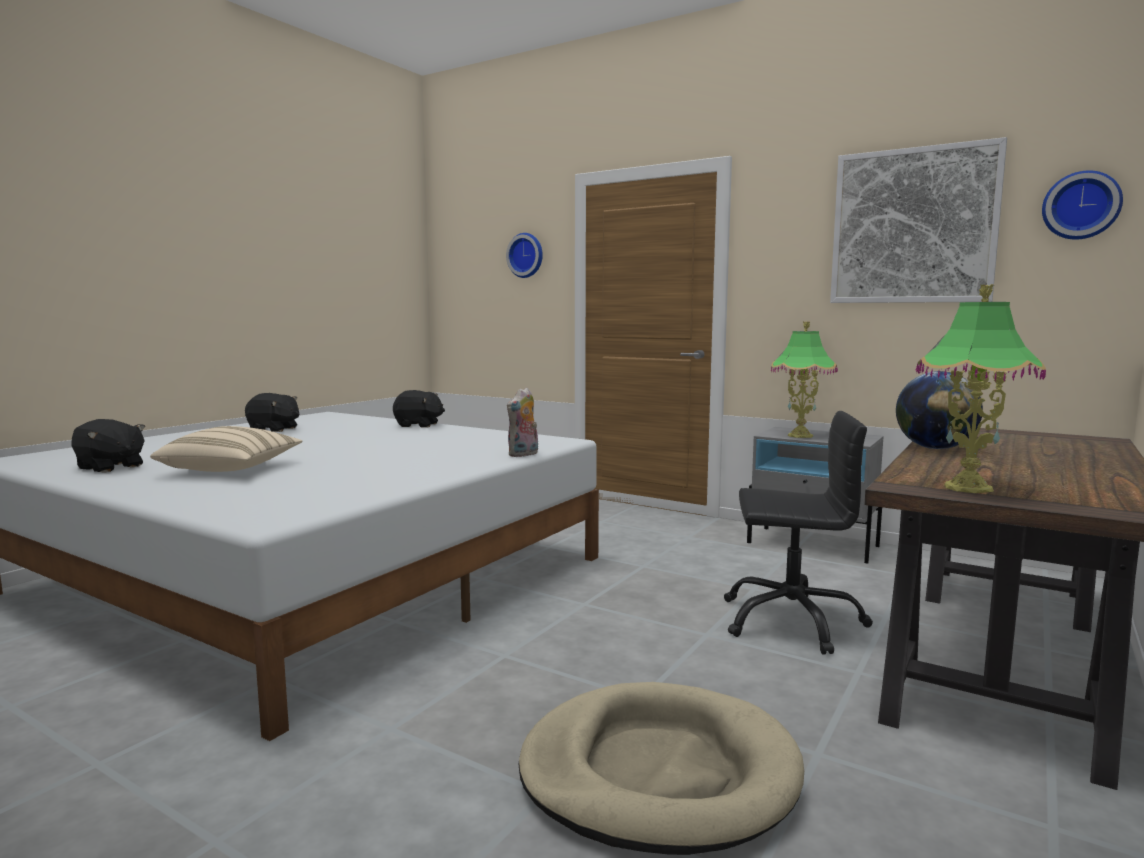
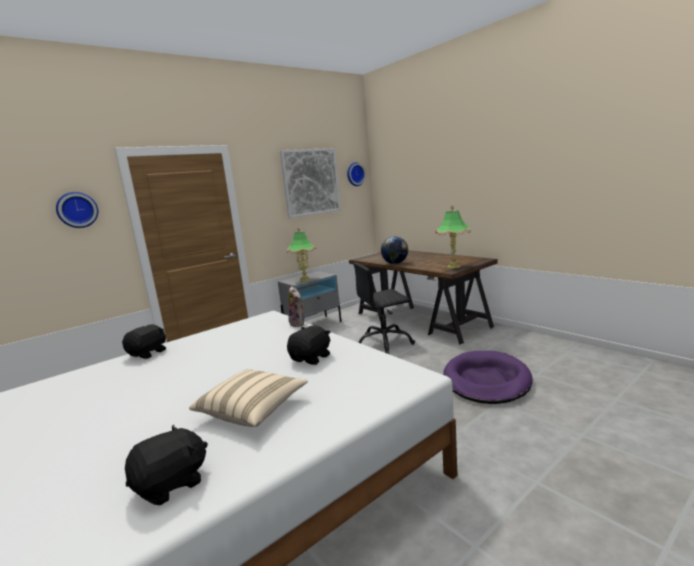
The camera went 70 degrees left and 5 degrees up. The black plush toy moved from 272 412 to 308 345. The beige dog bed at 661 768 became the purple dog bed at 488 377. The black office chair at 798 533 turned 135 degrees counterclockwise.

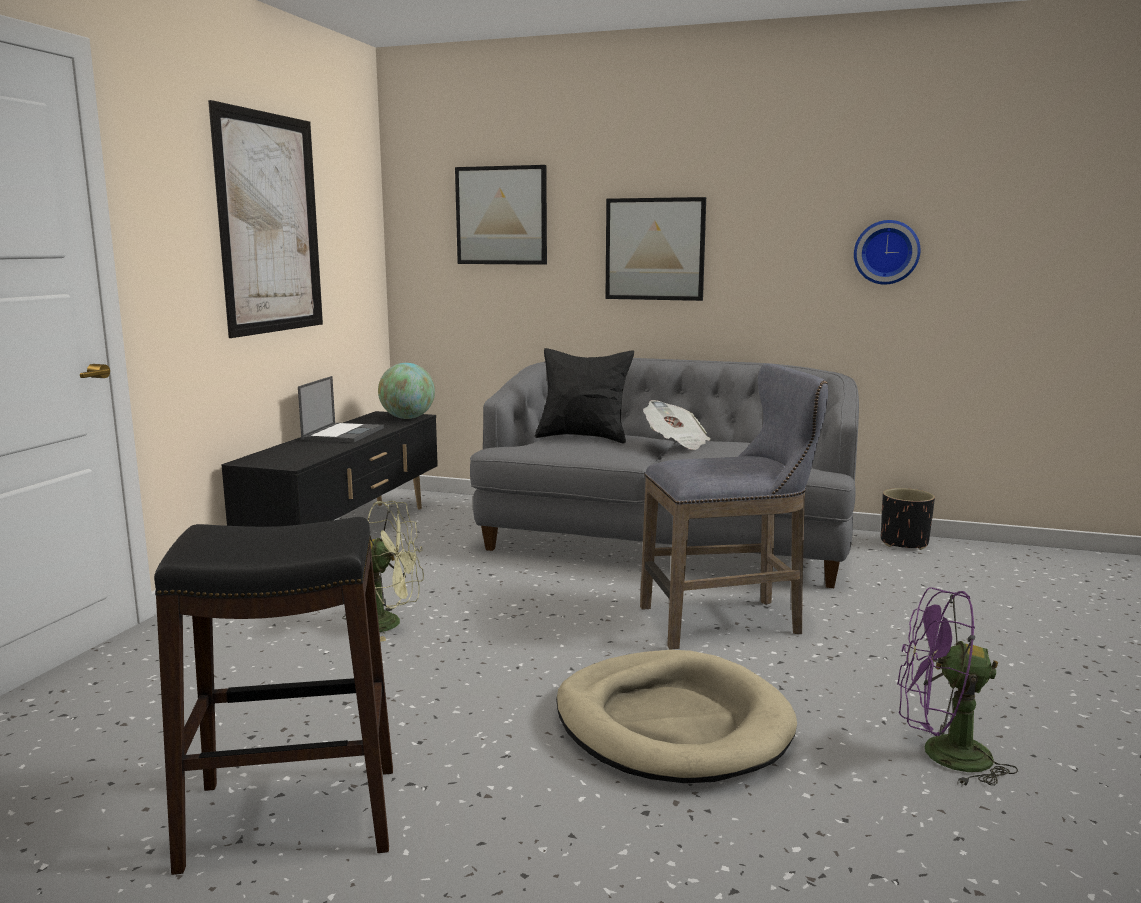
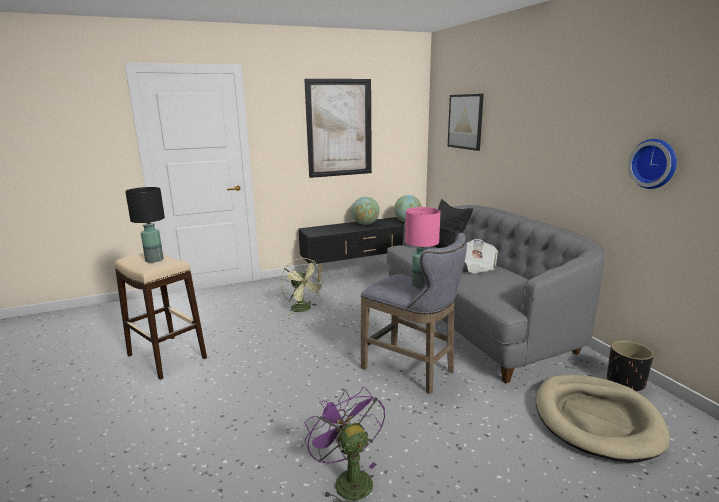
The camera went 50 degrees right and 5 degrees up. The black stool at 273 696 became the beige stool at 160 316. The laptop at 341 409 was replaced by the globe at 366 211. The beige dog bed moved from 676 716 to 603 419. The picture at 655 249 disappeared. The black table lamp at 145 225 appeared. The pink table lamp at 423 247 appeared.

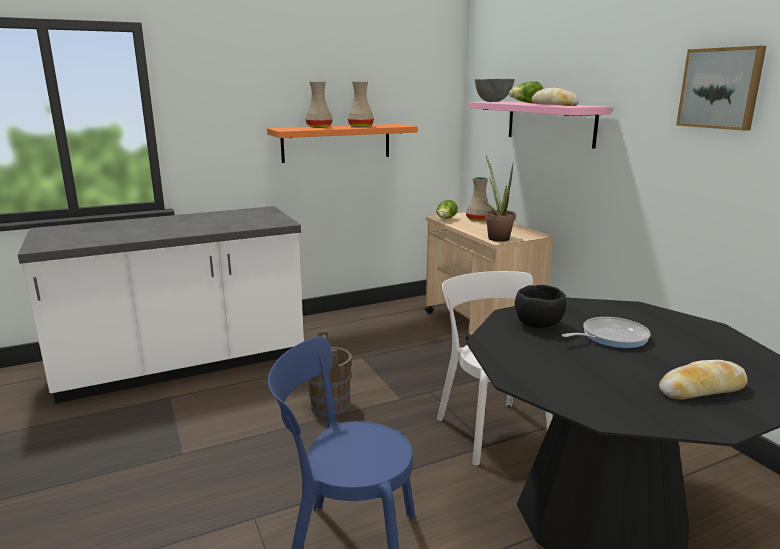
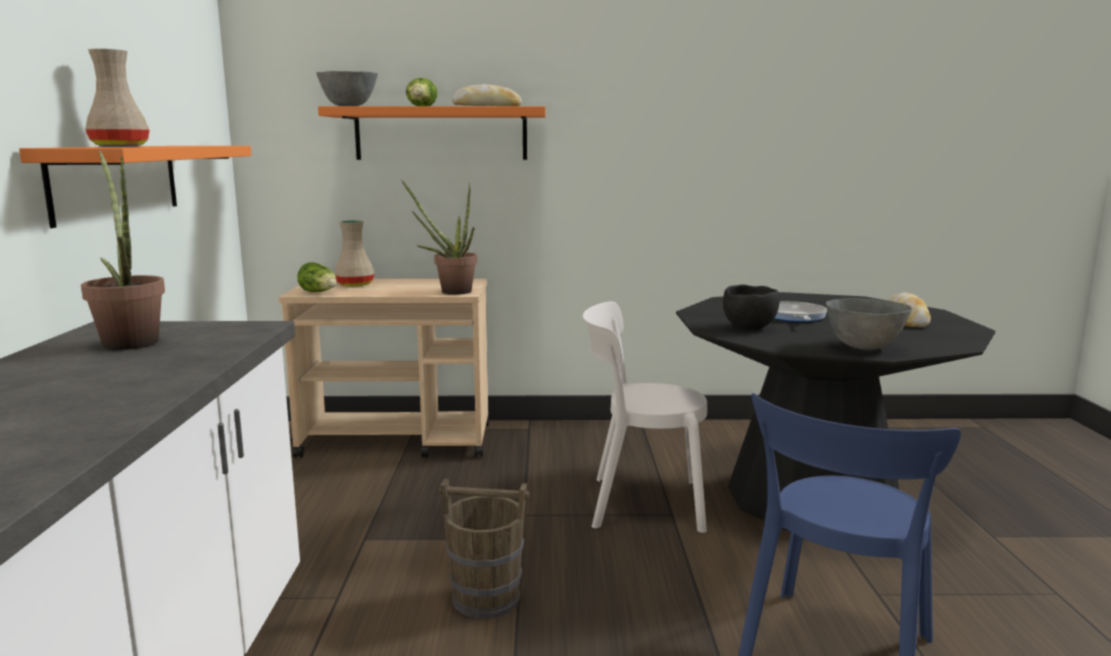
The camera went 65 degrees left and 5 degrees down. The beige vase at 361 104 disappeared. The pink shelf at 540 125 became the orange shelf at 431 133. The picture at 721 88 disappeared. The potted plant at 123 250 appeared. The grey bowl at 869 324 appeared.

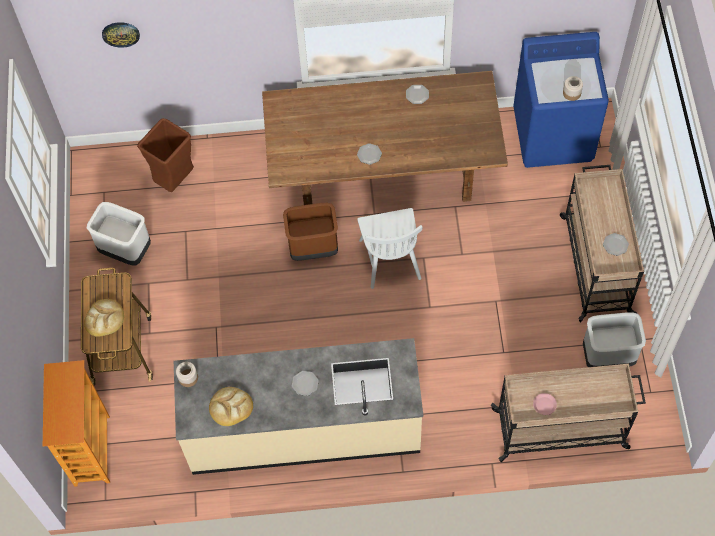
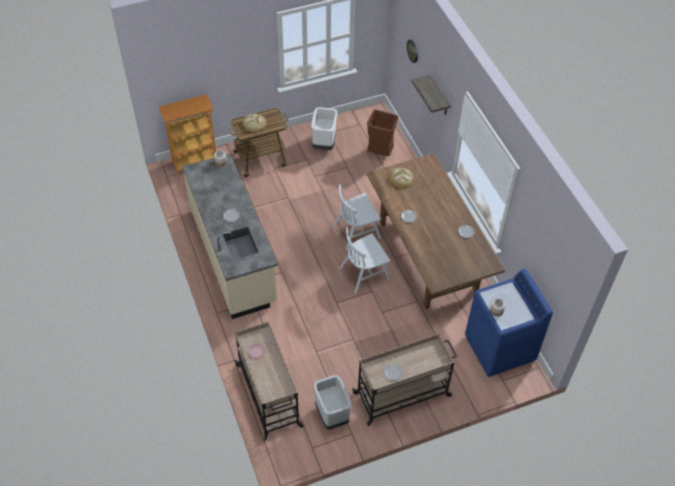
The camera went 70 degrees right and 10 degrees down. The bread moved from 231 406 to 401 178. The brown trash can at 310 232 was replaced by the white chair at 357 217. The shelf at 431 94 appeared.

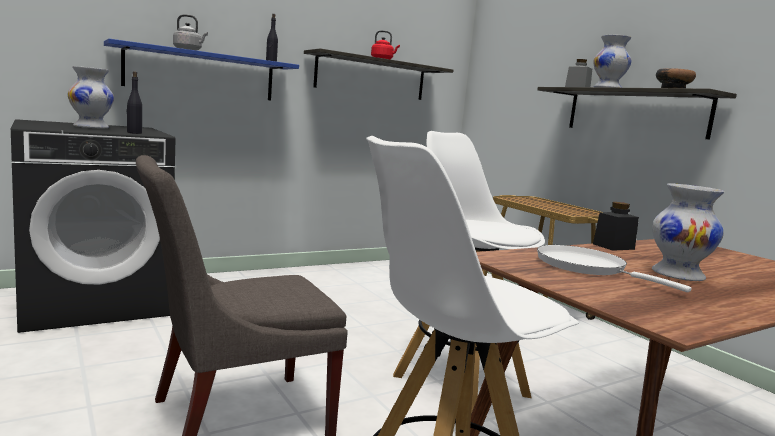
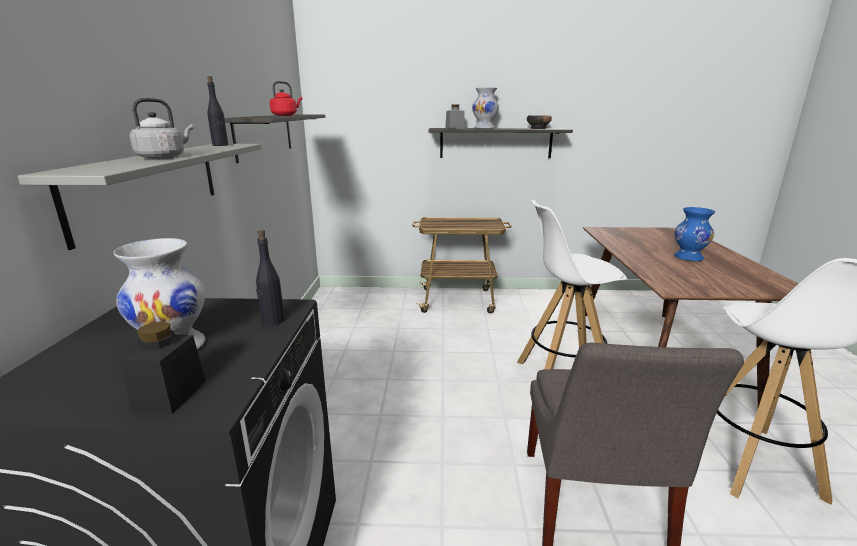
The camera went 55 degrees left and 10 degrees up. The blue shelf at 201 69 became the grey shelf at 140 197. The white frying pan at 614 268 disappeared. The black jar moved from 616 226 to 163 367. The white vase at 688 232 became the blue vase at 694 234.

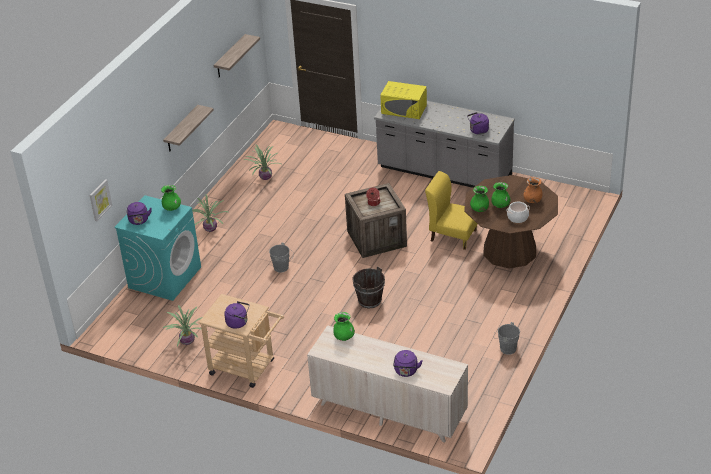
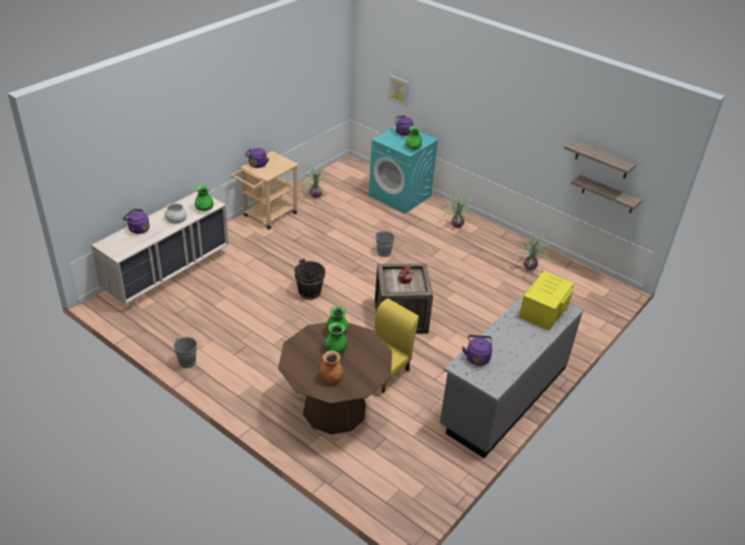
The camera went 100 degrees right and 0 degrees up. The shelf moved from 188 128 to 606 193. The cooking pot moved from 518 212 to 176 213.

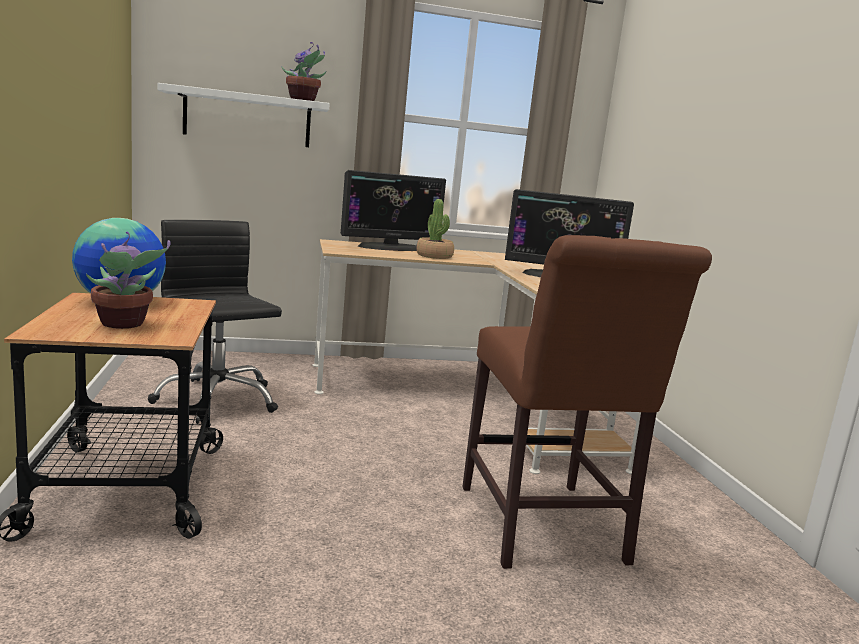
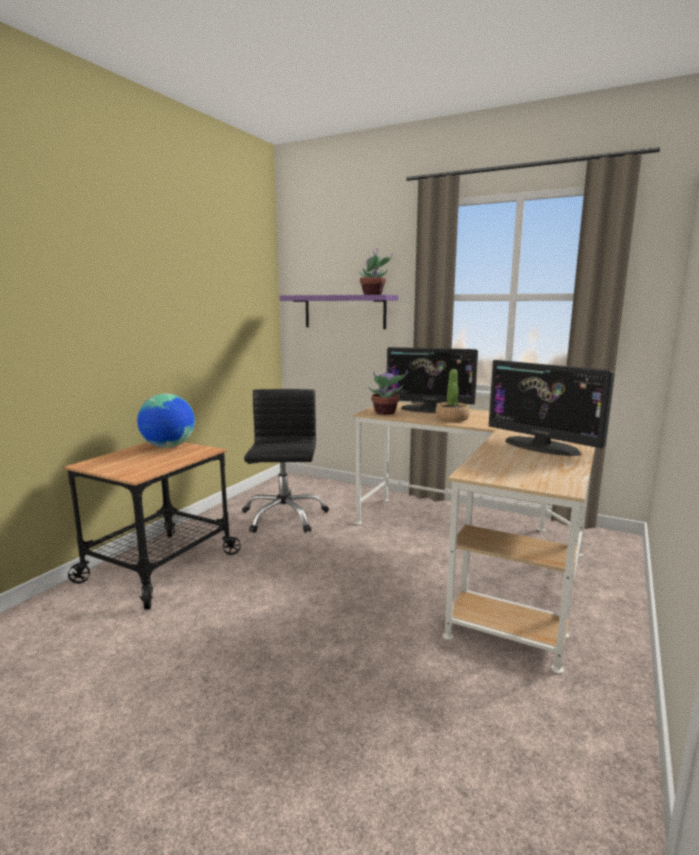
The camera went 40 degrees right and 0 degrees up. The potted plant moved from 128 280 to 388 390. The white shelf at 243 115 became the purple shelf at 338 312. The brown chair at 587 402 disappeared.

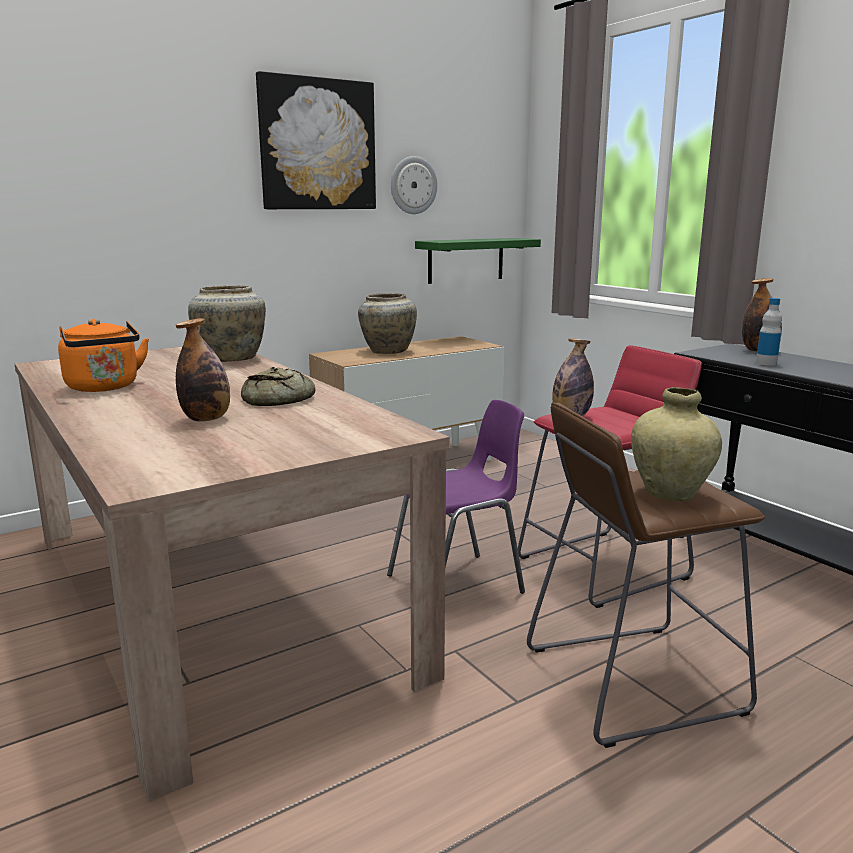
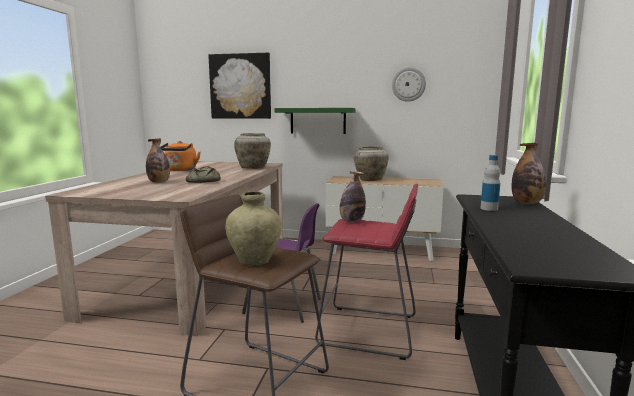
The camera went 45 degrees right and 5 degrees down. The picture moved from 316 140 to 239 86. The green shelf moved from 478 261 to 315 121.

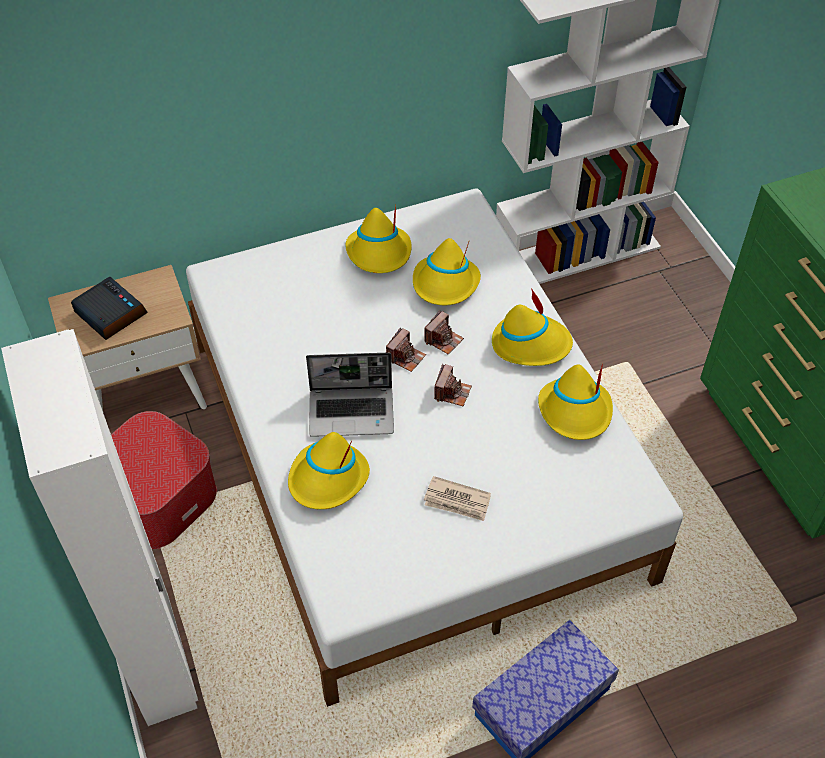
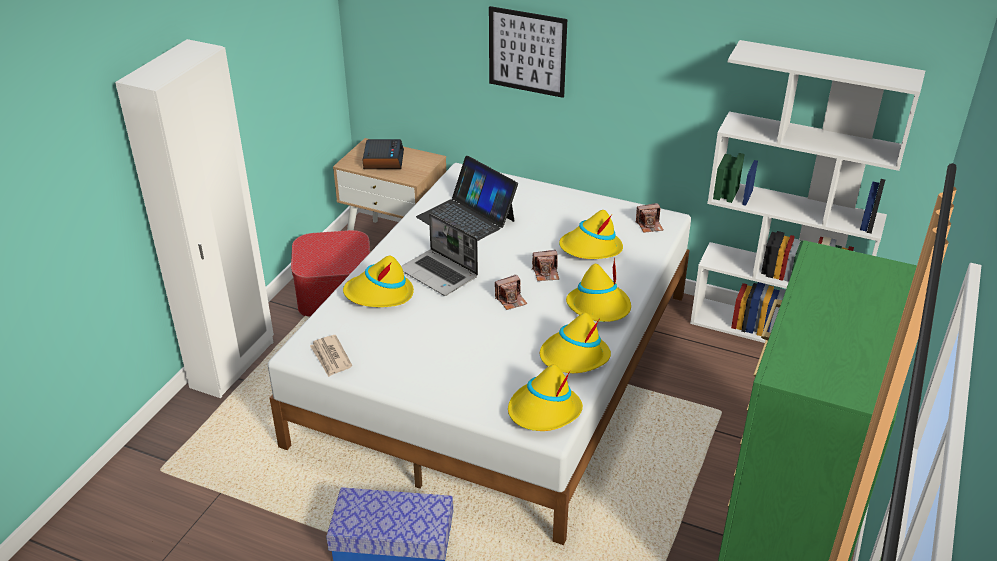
The camera went 45 degrees right and 15 degrees down. The yellow hat moved from 378 239 to 545 397. The photo camera moved from 406 350 to 649 218. The newspaper moved from 457 498 to 331 356. The laptop at 467 198 appeared. The picture at 528 52 appeared.

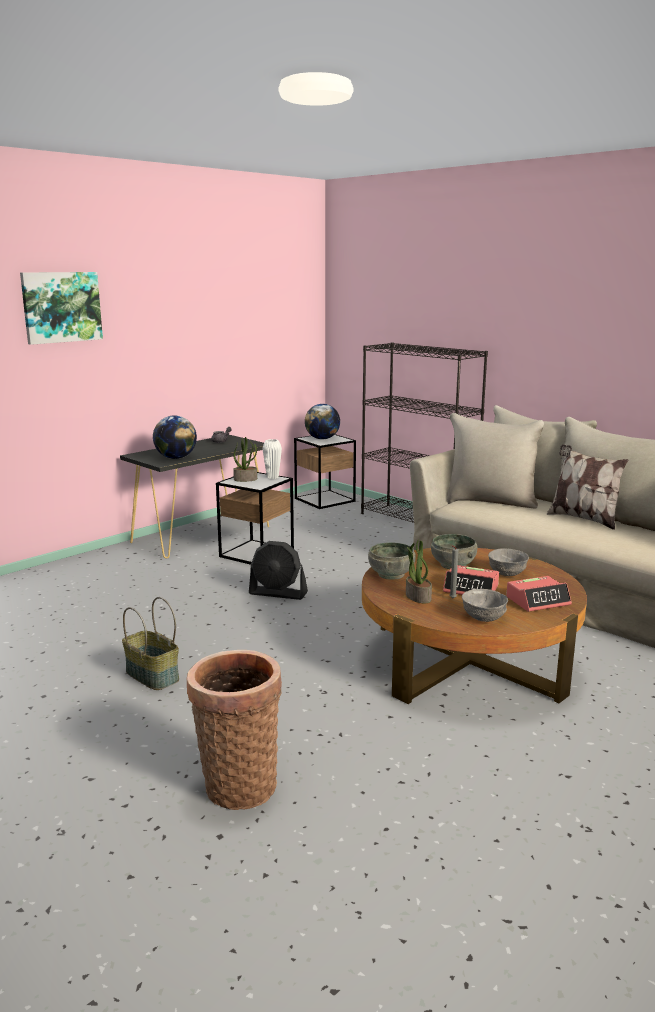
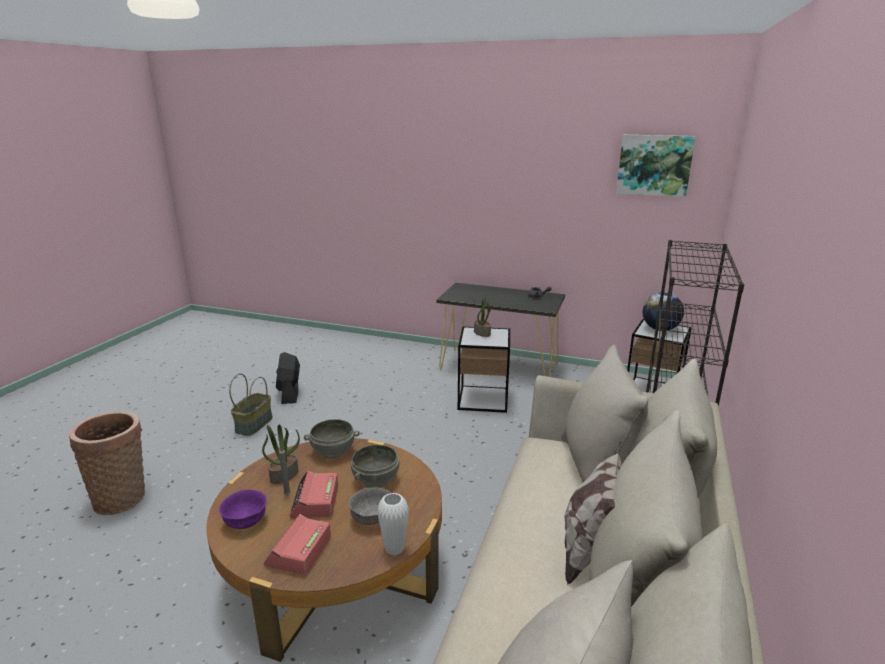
The camera went 65 degrees right and 5 degrees up. The picture moved from 61 308 to 656 166. The globe at 175 437 disappeared. The black fan moved from 278 570 to 288 378. The white vase moved from 272 459 to 393 524. The grey bowl at 485 605 became the purple bowl at 243 509. The alarm clock at 539 594 turned 60 degrees clockwise.

